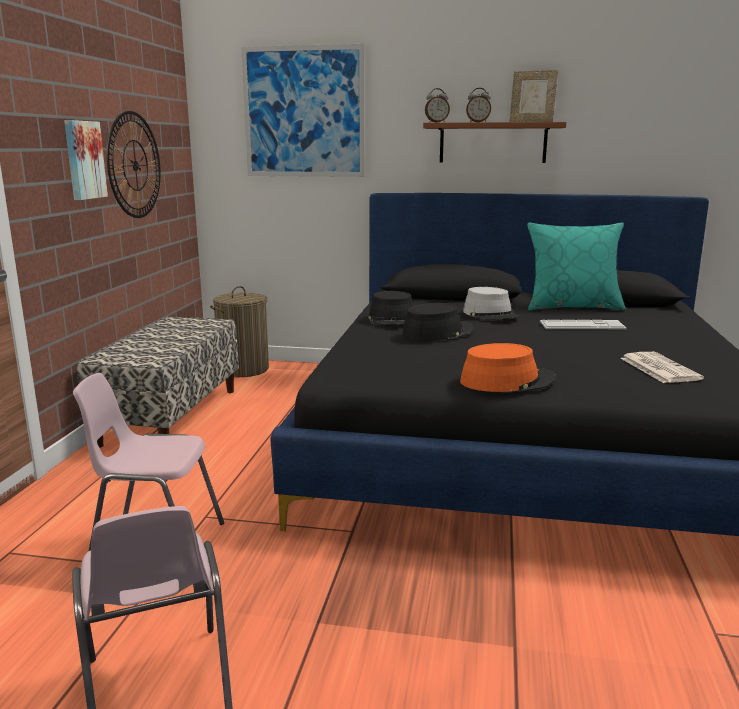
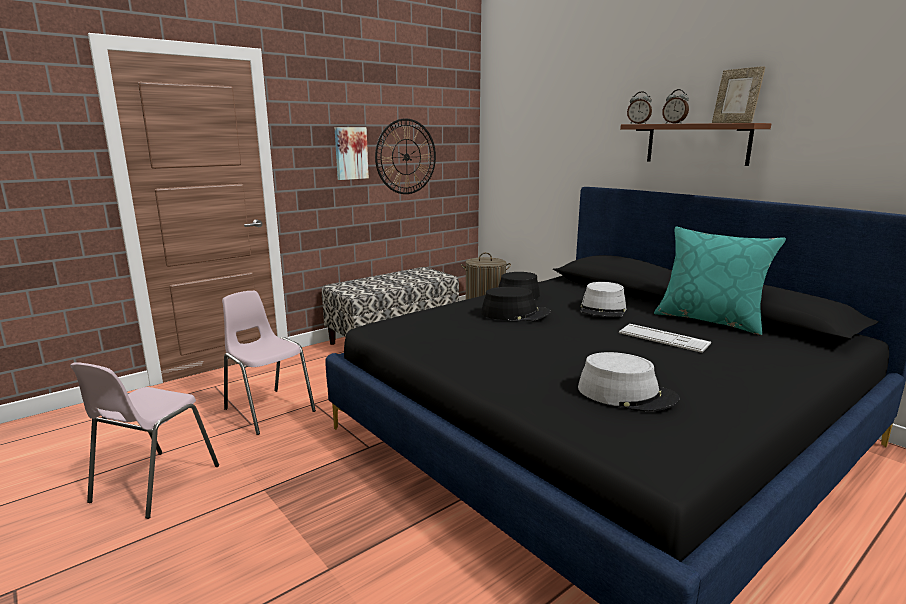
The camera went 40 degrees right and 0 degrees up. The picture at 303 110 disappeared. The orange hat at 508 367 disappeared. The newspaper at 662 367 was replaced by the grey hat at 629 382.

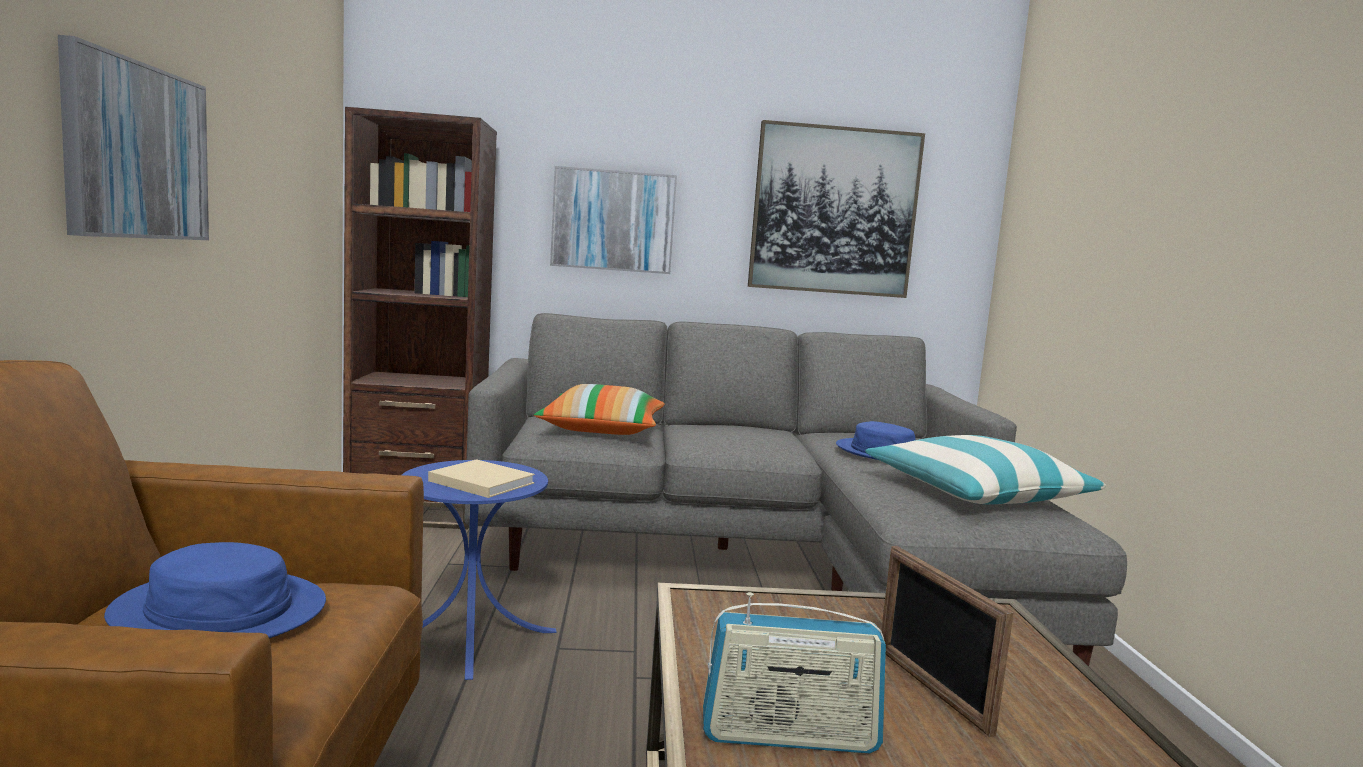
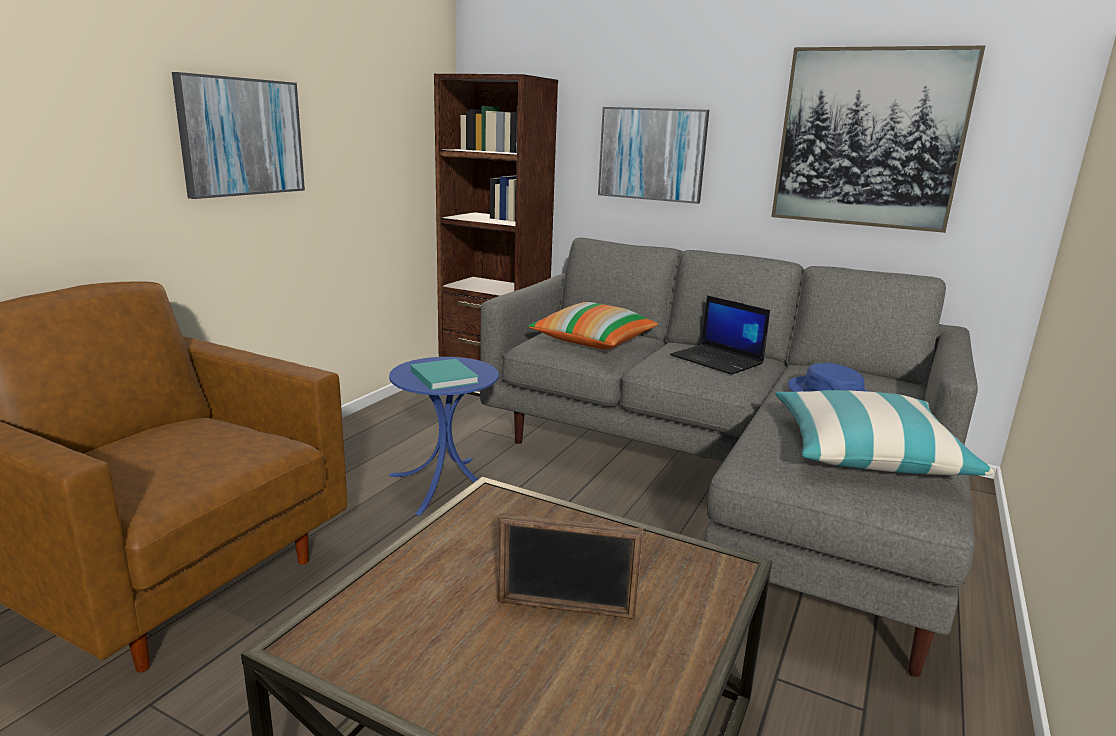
The camera went 30 degrees right and 10 degrees up. The blue hat at 215 590 disappeared. The beige book at 481 478 became the turquoise book at 445 374. The radio at 794 672 disappeared. The picture frame at 947 641 turned 90 degrees counterclockwise. The laptop at 720 335 appeared.

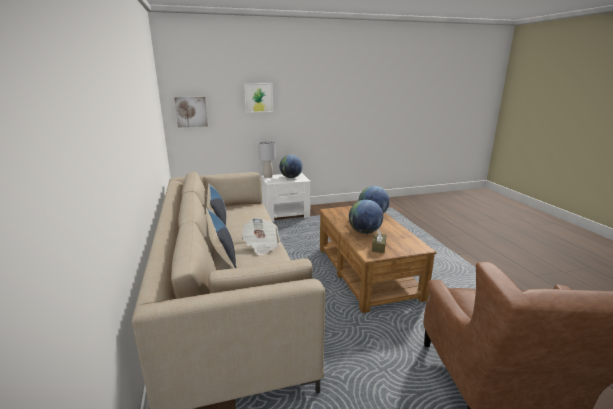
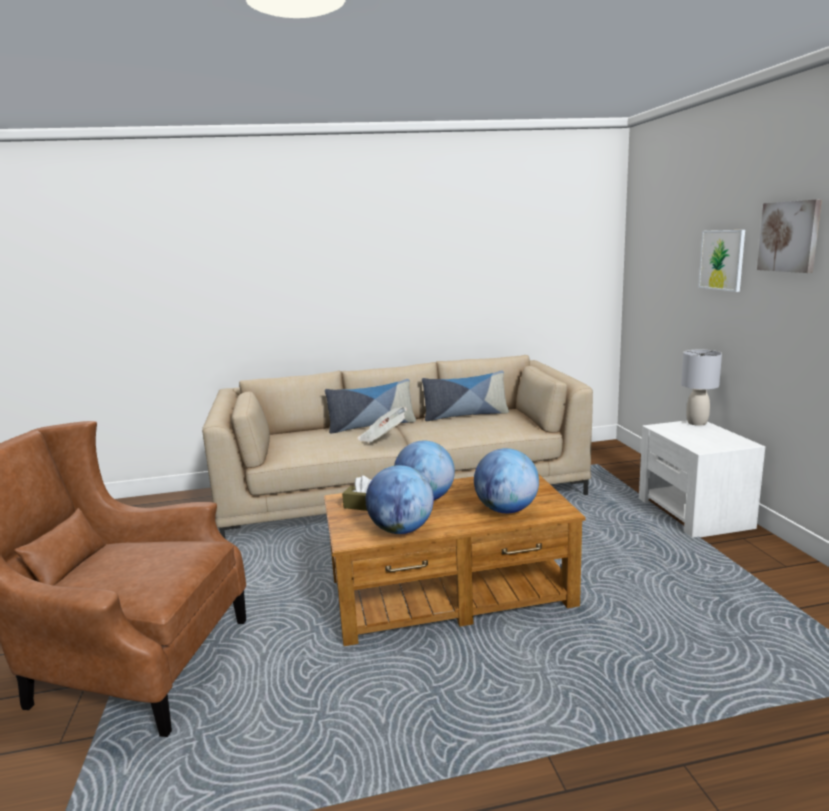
The camera went 95 degrees right and 5 degrees down. The picture moved from 191 112 to 789 236. The globe moved from 291 166 to 400 499.

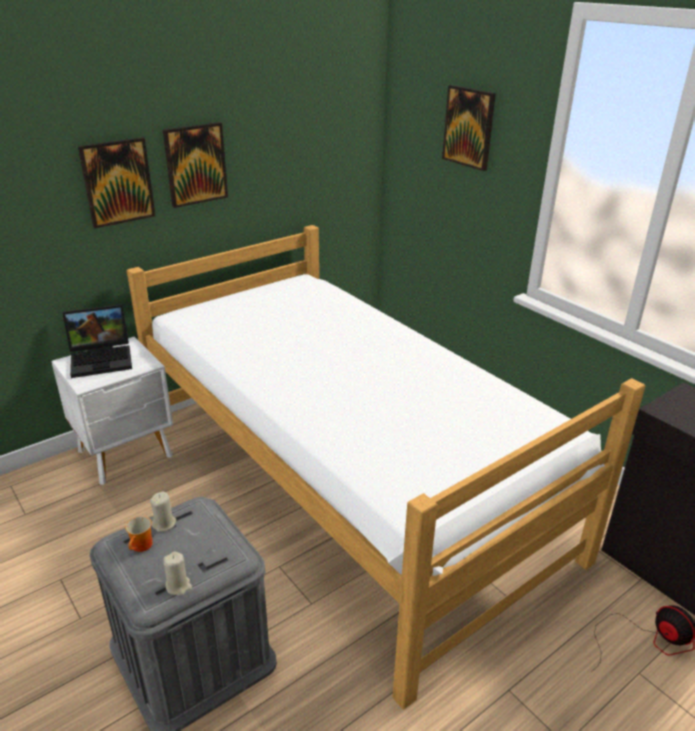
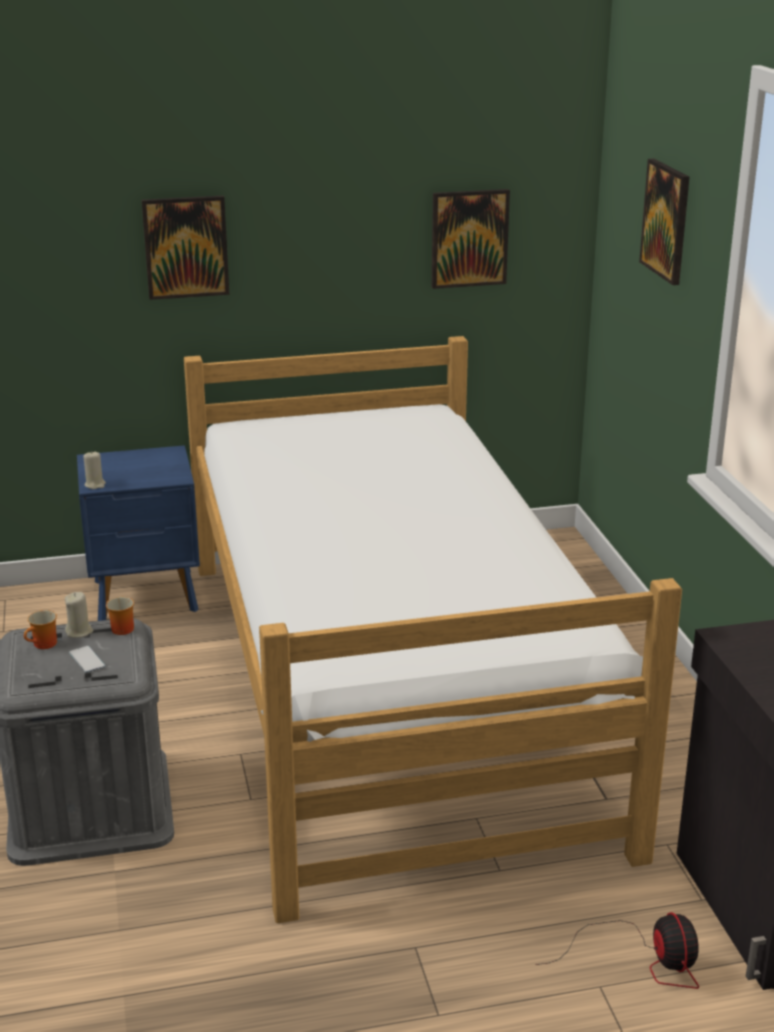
The camera went 25 degrees right and 5 degrees down. The white nightstand at 112 411 became the blue nightstand at 138 533. The laptop at 97 341 disappeared. The picture moved from 195 165 to 471 239. The beige candle moved from 177 574 to 95 470. The phone at 87 659 appeared. The mug at 120 616 appeared.

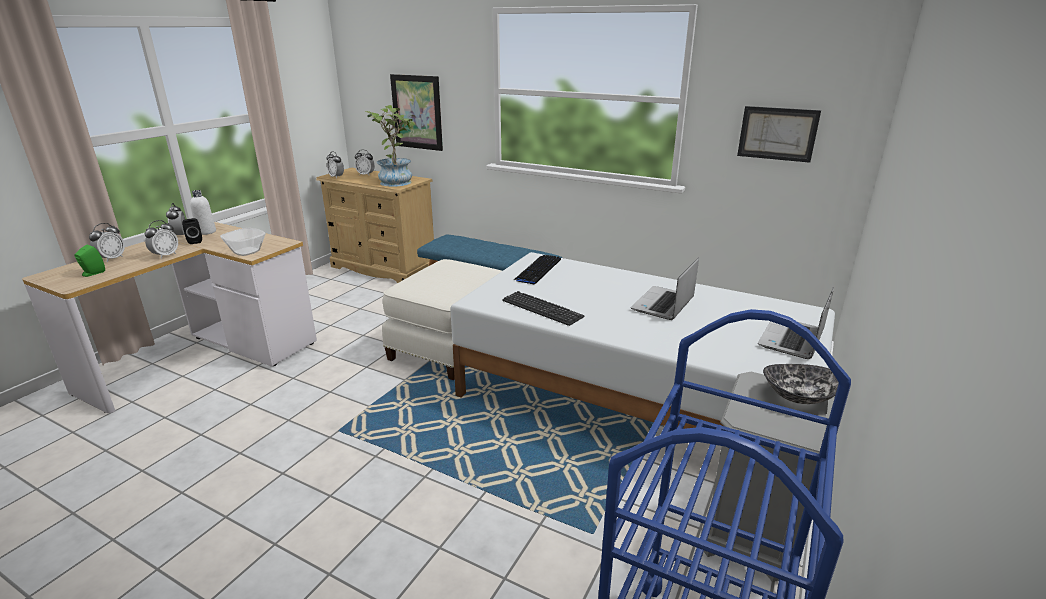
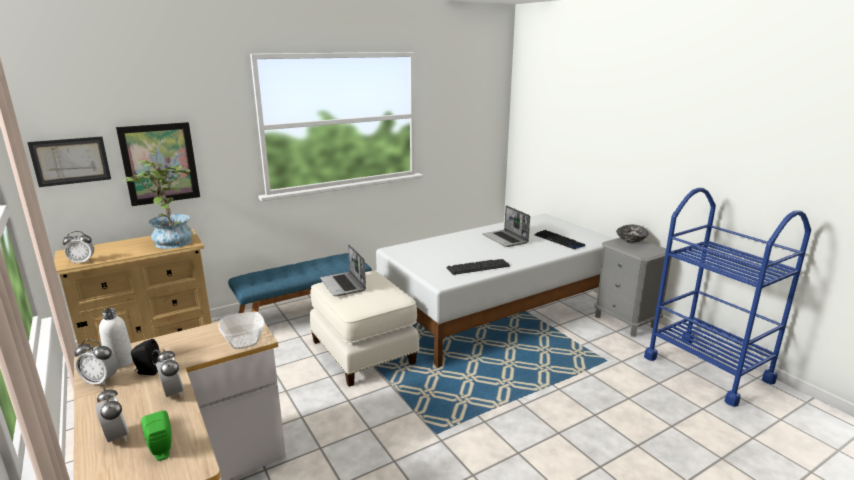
The camera went 60 degrees left and 5 degrees down. The alarm clock at 365 162 disappeared. The keyboard moved from 537 269 to 559 239. The picture moved from 779 134 to 69 161. The laptop moved from 796 323 to 343 270.

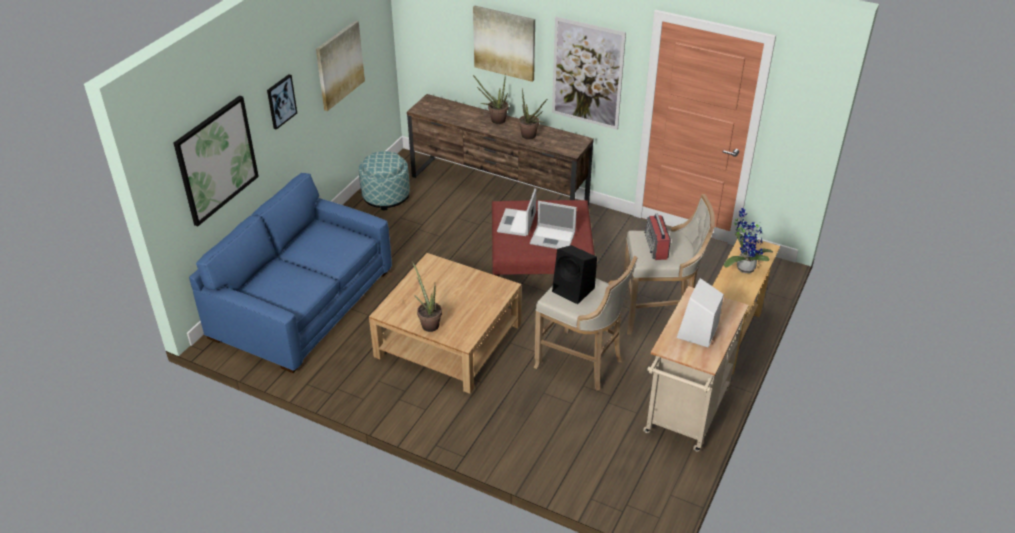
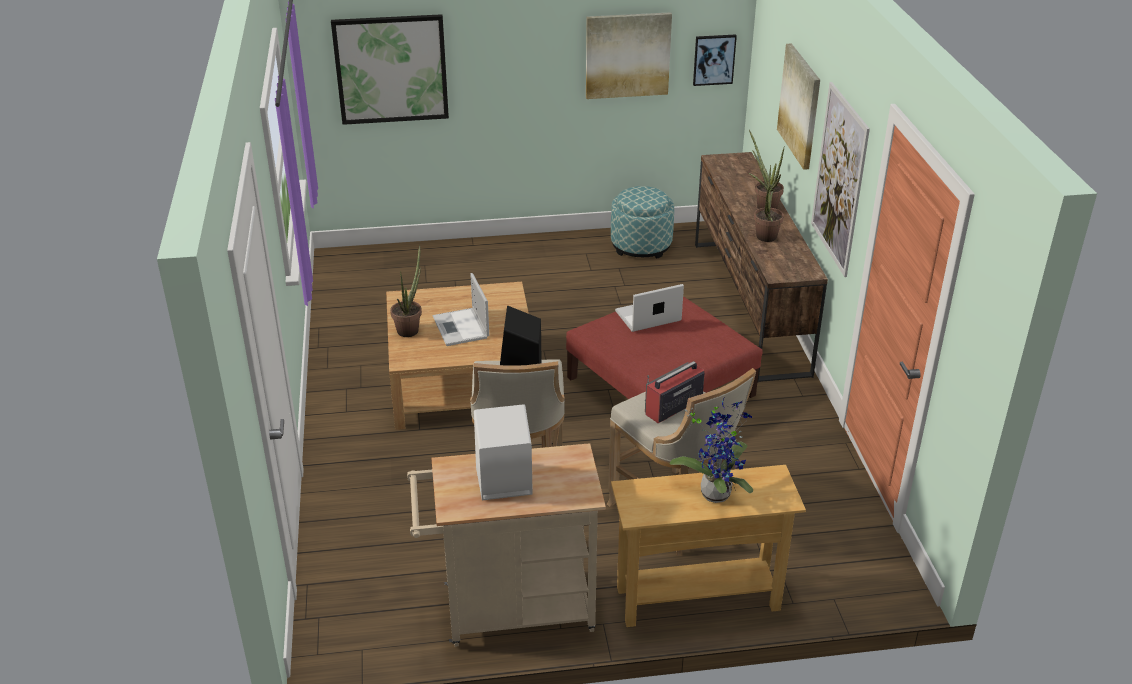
The camera went 55 degrees right and 5 degrees down. The blue sofa at 290 273 disappeared. The picture moved from 282 102 to 715 60. The laptop moved from 553 225 to 461 309.

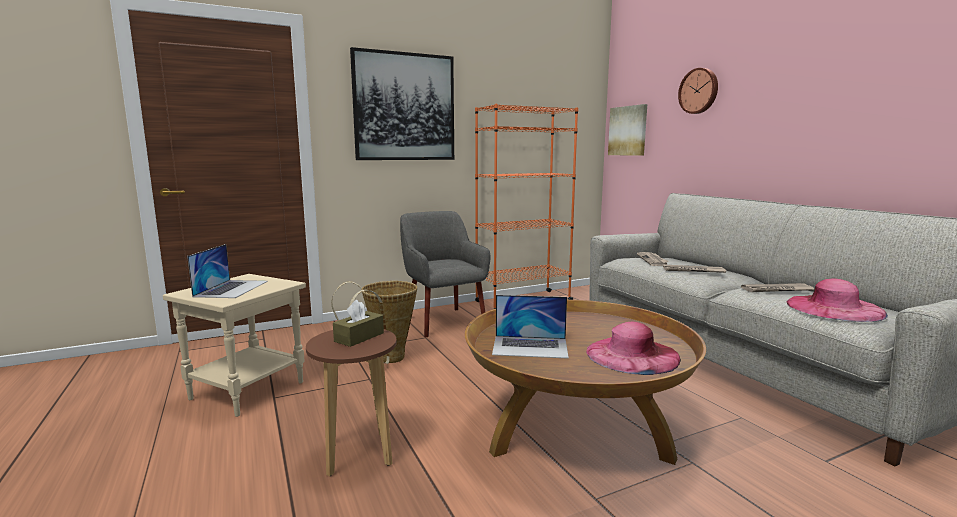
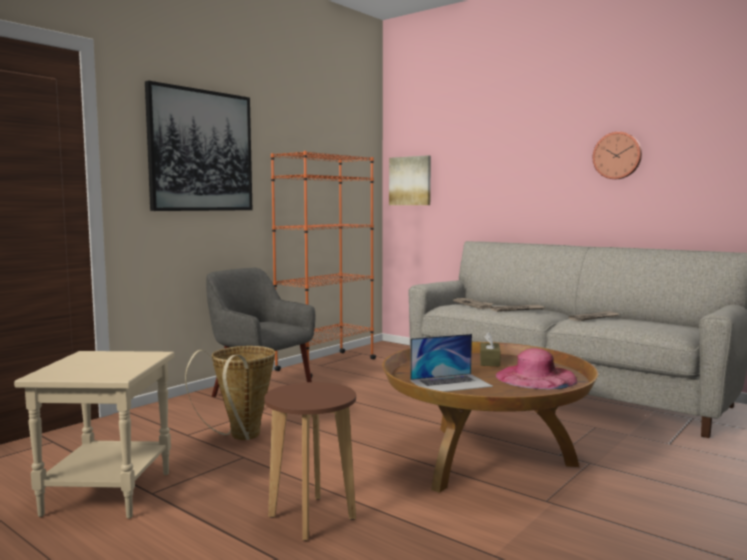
The camera went 25 degrees left and 5 degrees down. The laptop at 227 271 disappeared. The brown tissue box moved from 358 323 to 490 349. The wall clock moved from 698 91 to 617 155. The pink hat at 837 300 disappeared.

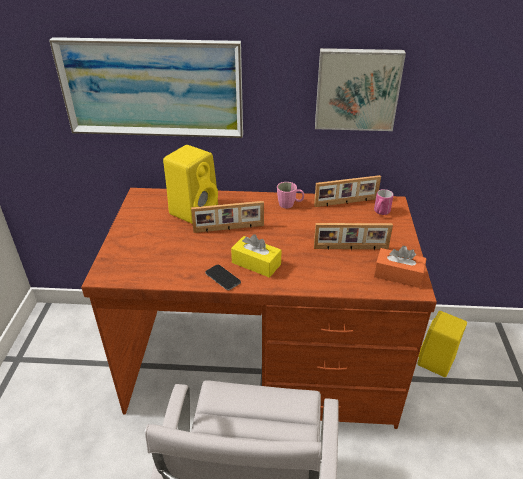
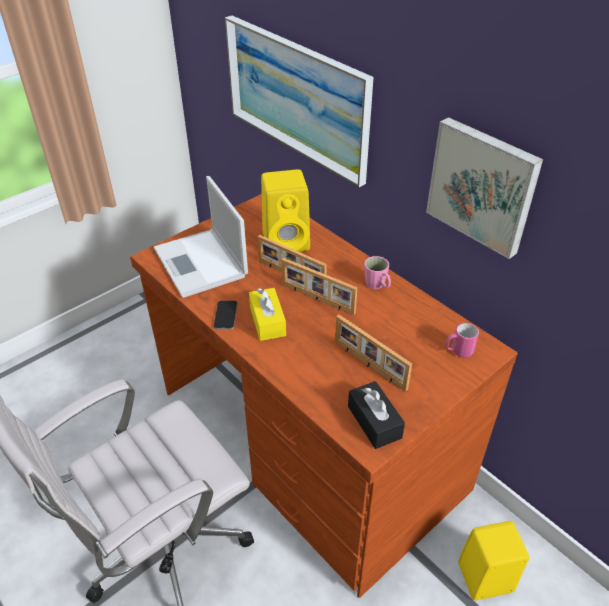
The camera went 45 degrees right and 5 degrees up. The picture frame moved from 347 191 to 319 286. The orange tissue box at 400 267 became the black tissue box at 376 415. The laptop at 201 237 appeared.

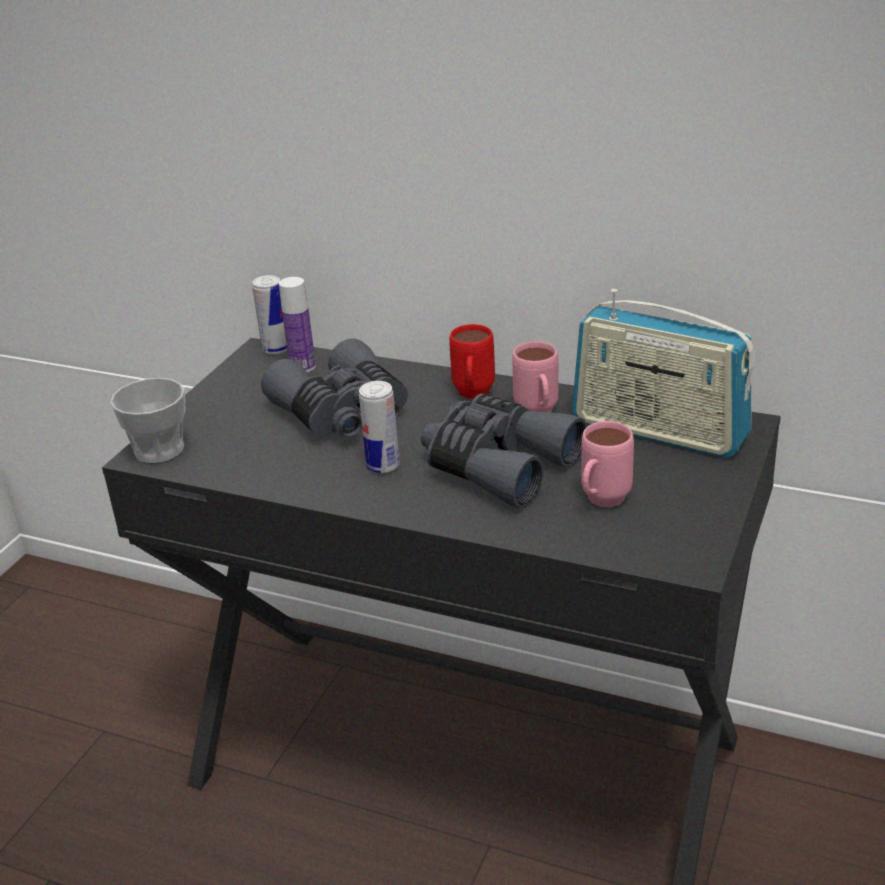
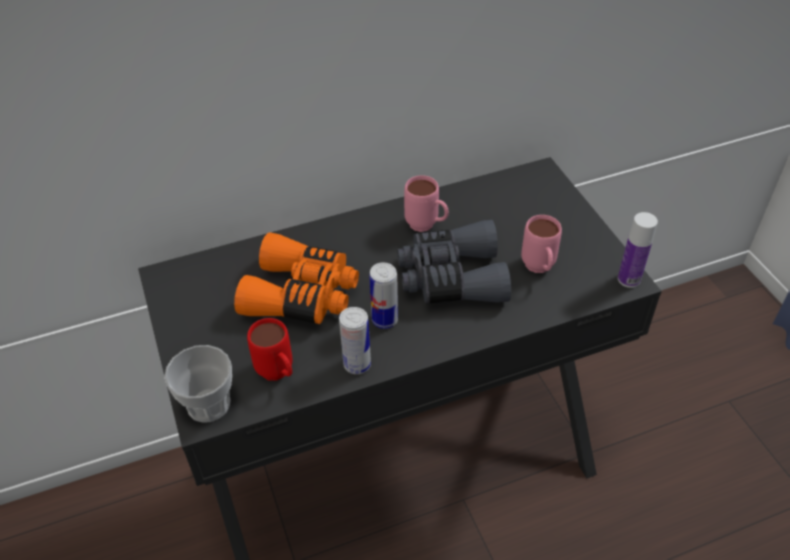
The camera went 45 degrees left and 15 degrees up. The can moved from 269 314 to 355 340. The grey binoculars at 334 387 became the orange binoculars at 296 278. The bottle moved from 297 325 to 638 250. The red mug moved from 472 361 to 270 349. The radio at 663 373 disappeared.

